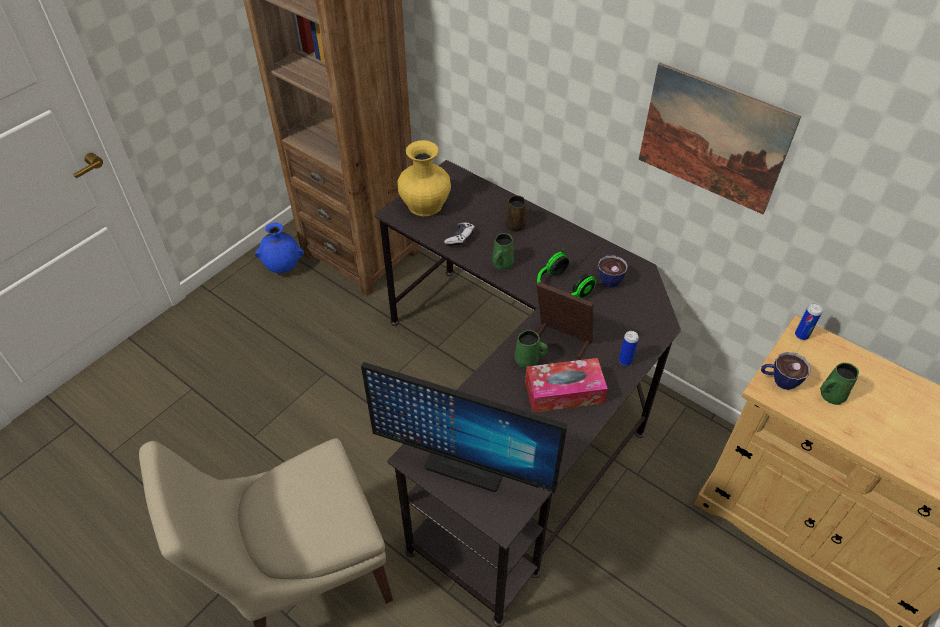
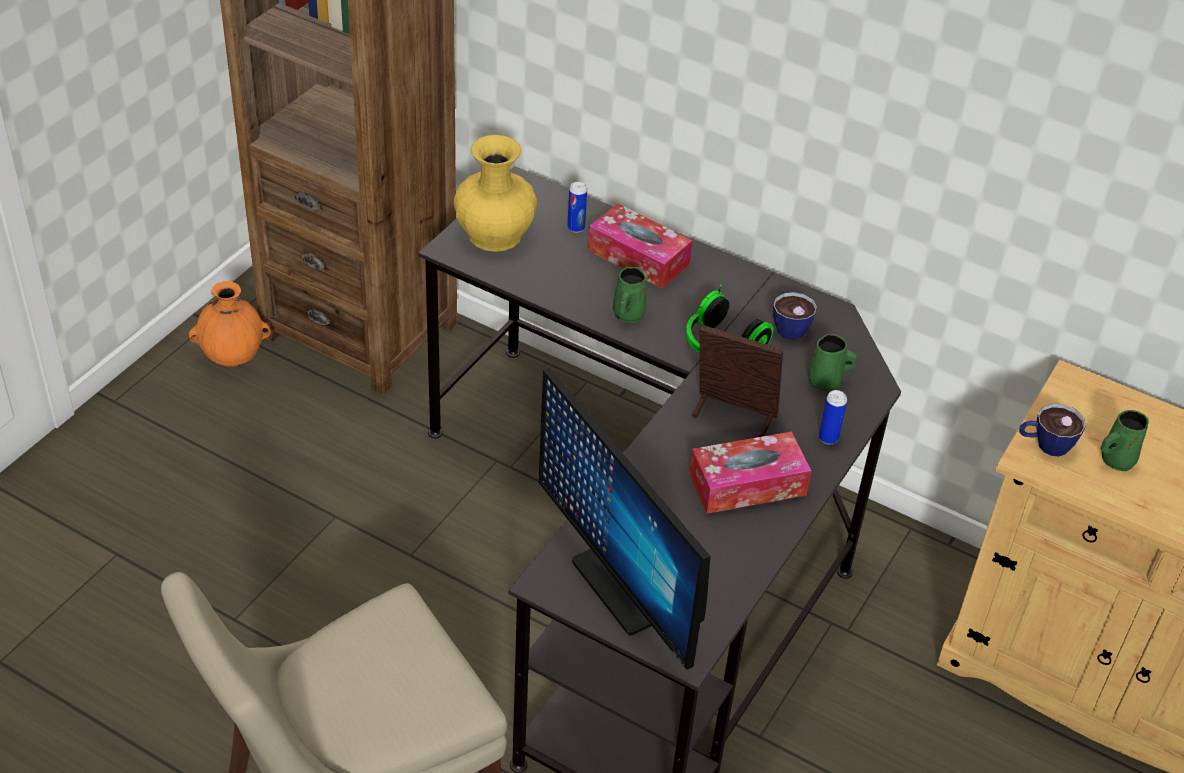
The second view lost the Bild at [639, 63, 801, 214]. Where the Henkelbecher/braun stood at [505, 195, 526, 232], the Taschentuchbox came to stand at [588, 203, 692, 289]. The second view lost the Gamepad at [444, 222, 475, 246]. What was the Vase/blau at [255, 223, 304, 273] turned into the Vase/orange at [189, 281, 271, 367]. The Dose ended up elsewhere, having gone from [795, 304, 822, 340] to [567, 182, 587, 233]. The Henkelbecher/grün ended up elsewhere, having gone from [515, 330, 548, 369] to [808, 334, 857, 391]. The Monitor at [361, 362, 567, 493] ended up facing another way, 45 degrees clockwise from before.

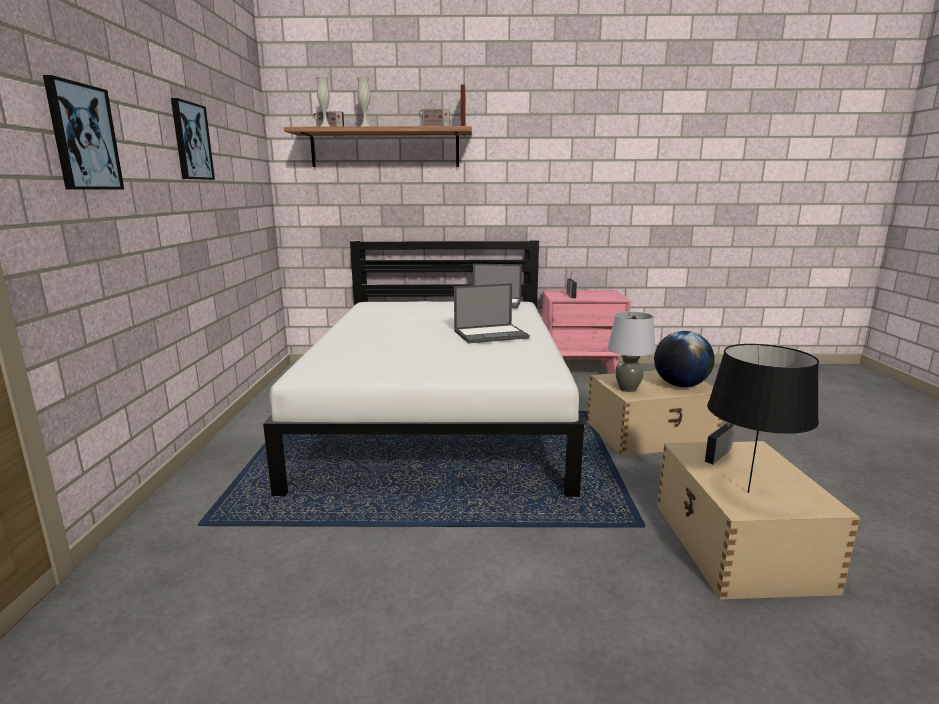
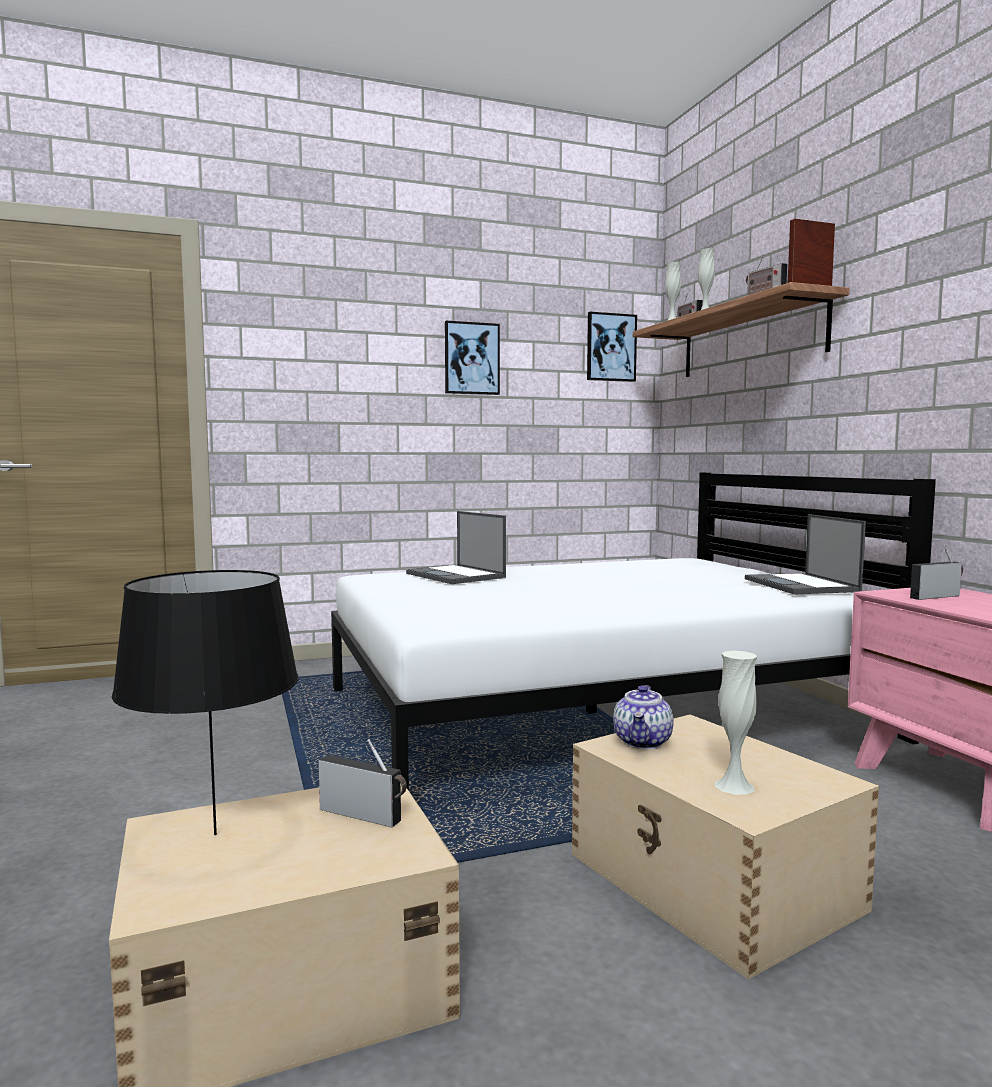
The Bild ended up elsewhere, having gone from [43, 75, 124, 190] to [587, 312, 637, 382]. The Laptop ended up elsewhere, having gone from [454, 283, 530, 343] to [406, 511, 506, 584]. Where the Tischlampe/grau stood at [608, 311, 656, 392], the Teekanne came to stand at [613, 685, 674, 749]. Where the Globus stood at [654, 331, 714, 387], the Vase/weiß came to stand at [715, 651, 757, 795].

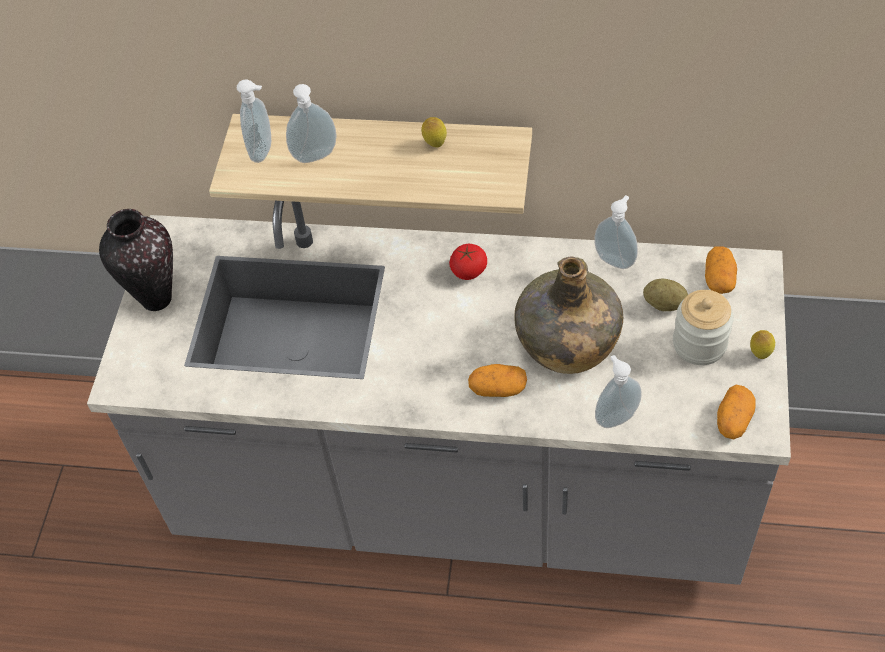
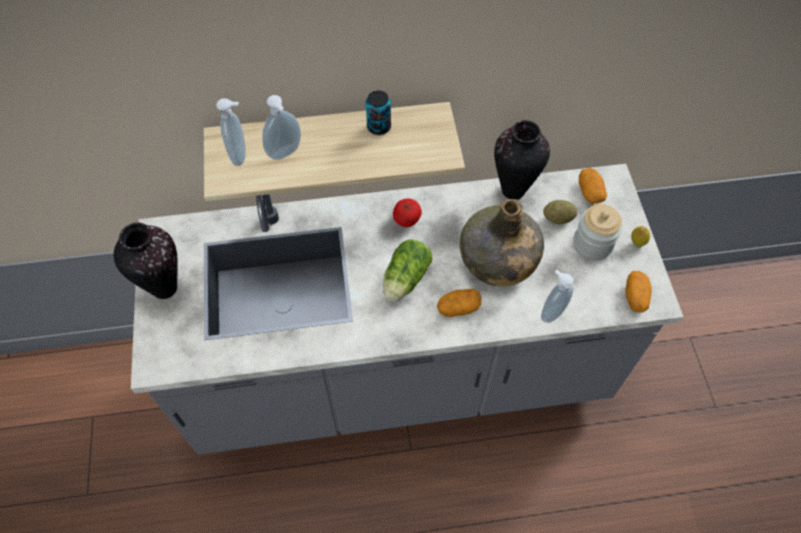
Where the Zitrone stood at [421, 117, 447, 148], the Dose came to stand at [366, 91, 391, 135]. Where the Seifenspender stood at [594, 195, 638, 269], the Vase came to stand at [494, 120, 550, 199]. The second view gained the Salatkopf at [383, 239, 432, 302].

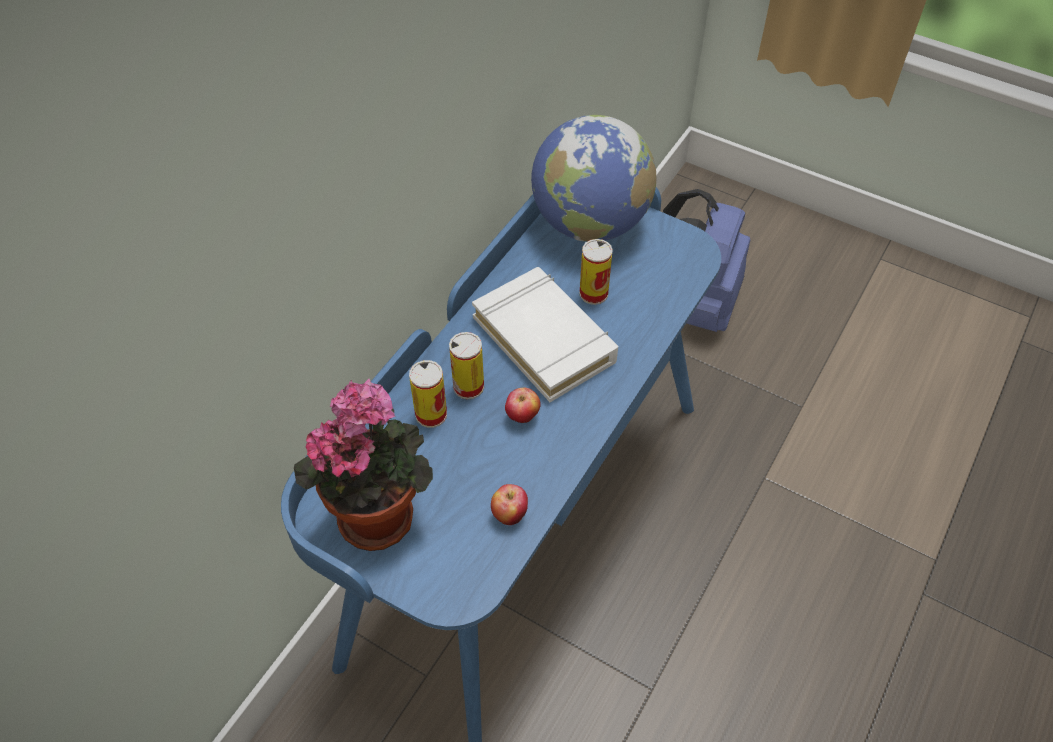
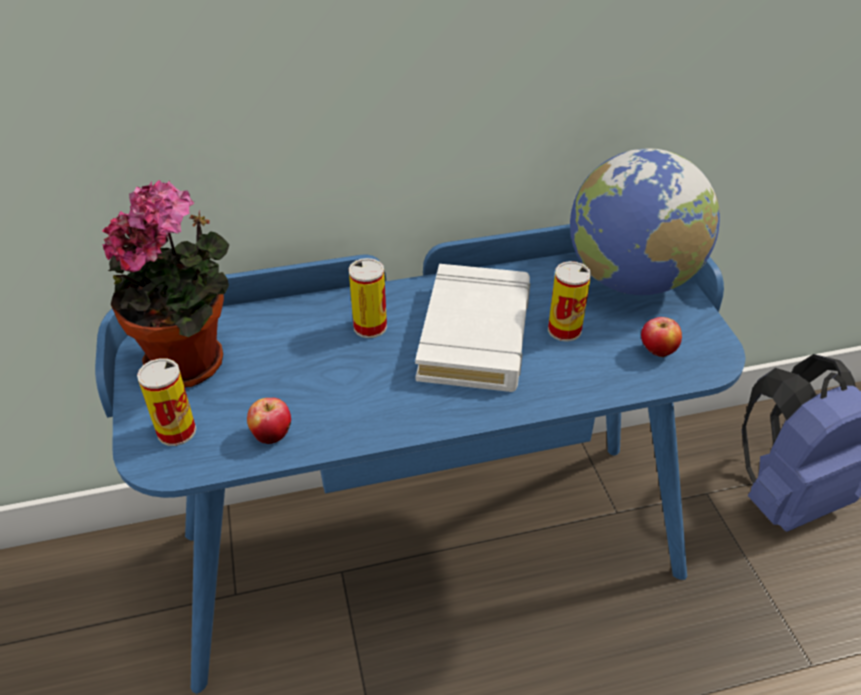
The Dose ended up elsewhere, having gone from [409, 360, 447, 428] to [137, 358, 196, 446]. The Apfel ended up elsewhere, having gone from [505, 388, 541, 423] to [641, 317, 682, 357].

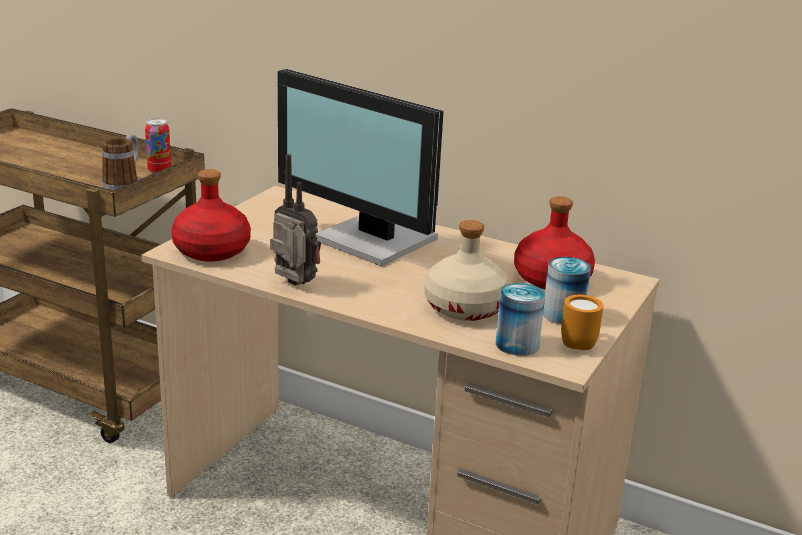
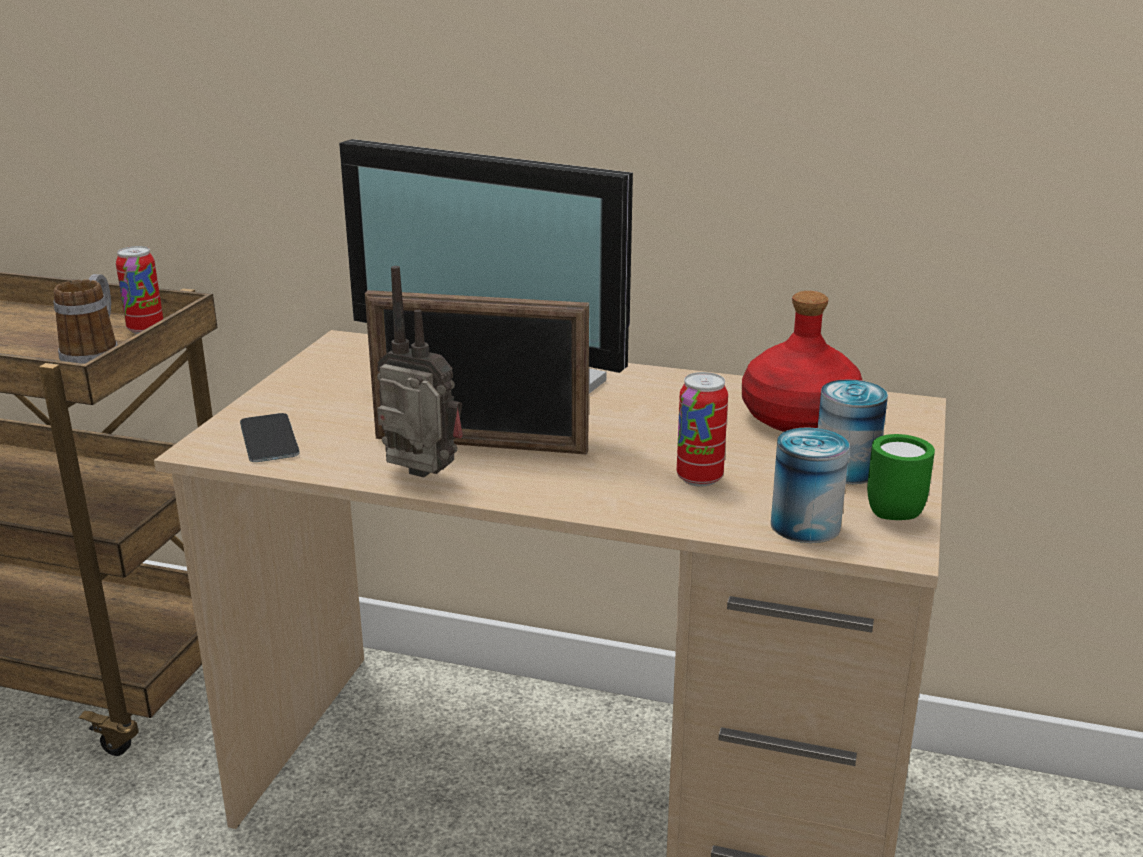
Where the Flasche/rot stood at [171, 169, 251, 262], the Handy came to stand at [240, 413, 300, 462]. Where the Flasche/beige stood at [424, 220, 509, 321], the Dose came to stand at [677, 372, 728, 487]. What was the Henkelbecher/orange at [561, 295, 603, 350] turned into the Henkelbecher/grün at [867, 434, 935, 520]. The second view gained the Bilderrahmen at [365, 290, 589, 455].

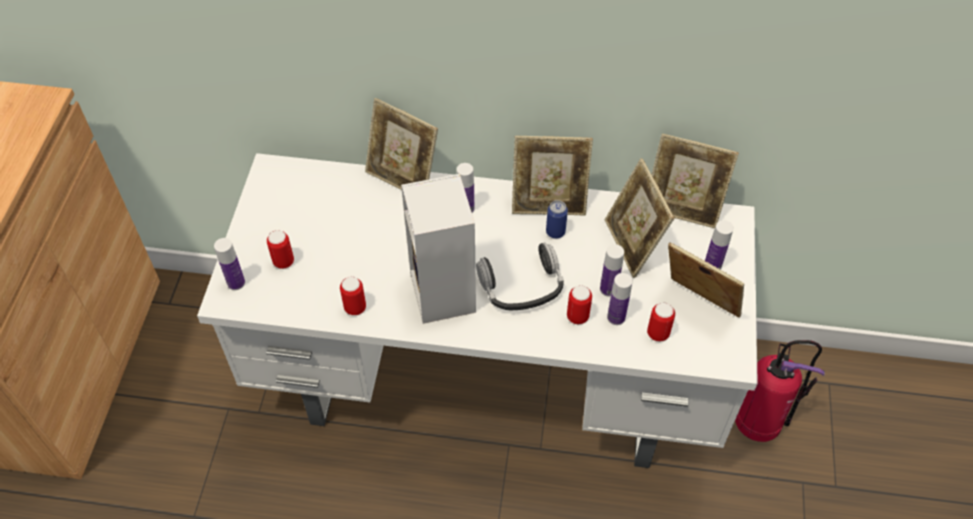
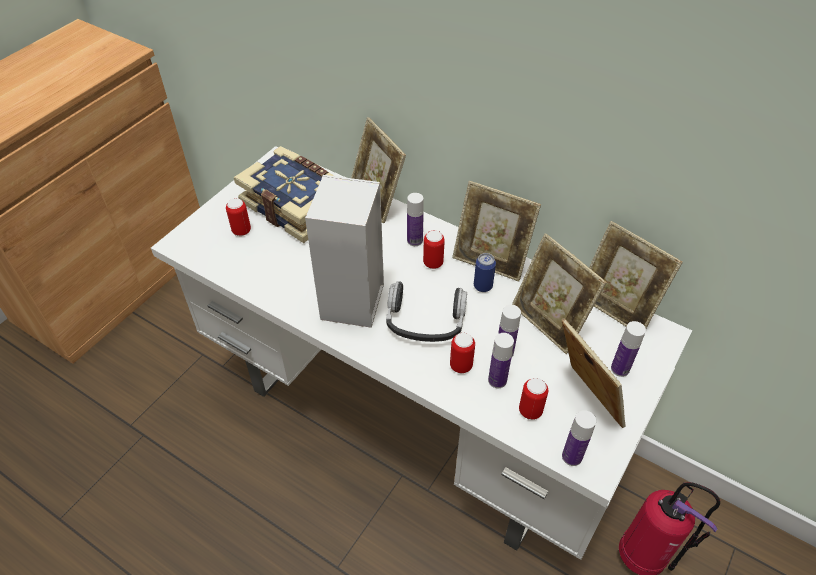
The Bilderrahmen at [605, 158, 674, 278] ended up facing another way, 45 degrees counterclockwise from before. The Flasche ended up elsewhere, having gone from [214, 238, 245, 290] to [562, 410, 596, 466]. The Dose ended up elsewhere, having gone from [340, 277, 366, 315] to [423, 230, 445, 269]. The second view gained the Buch at [234, 146, 334, 243].

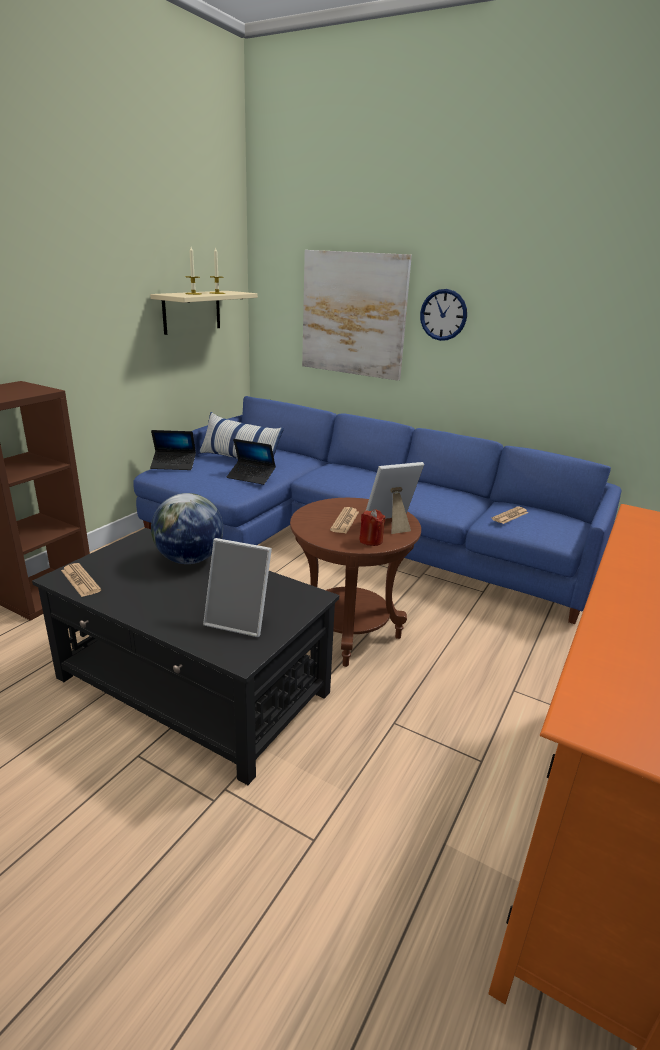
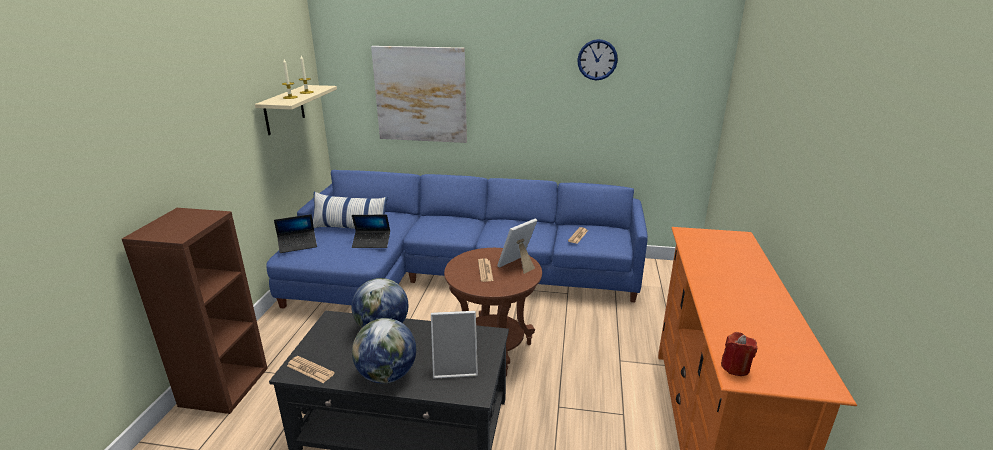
The Wanduhr ended up elsewhere, having gone from [420, 289, 467, 341] to [577, 39, 618, 80]. The Kerze/rot ended up elsewhere, having gone from [359, 509, 386, 546] to [721, 332, 757, 376]. The second view gained the Globus at [352, 318, 416, 383].

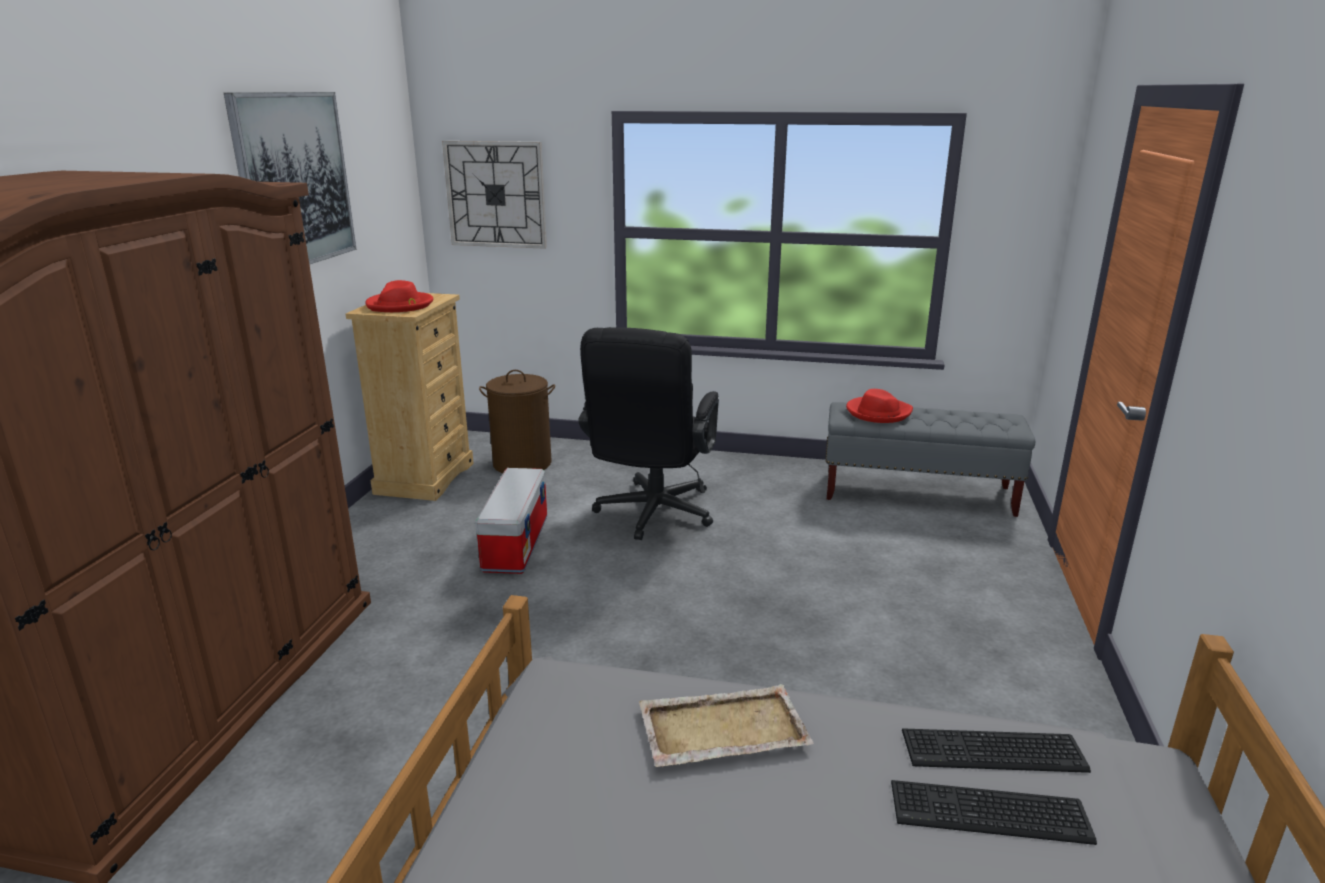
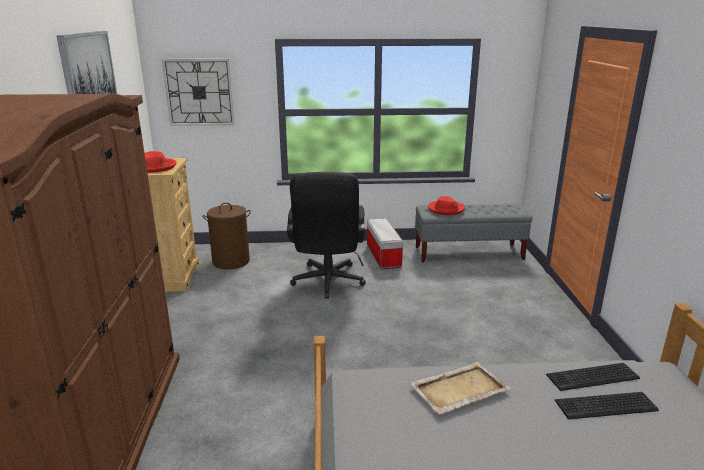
The Aufbewahrungsbox ended up elsewhere, having gone from [475, 468, 547, 574] to [367, 218, 403, 269].

